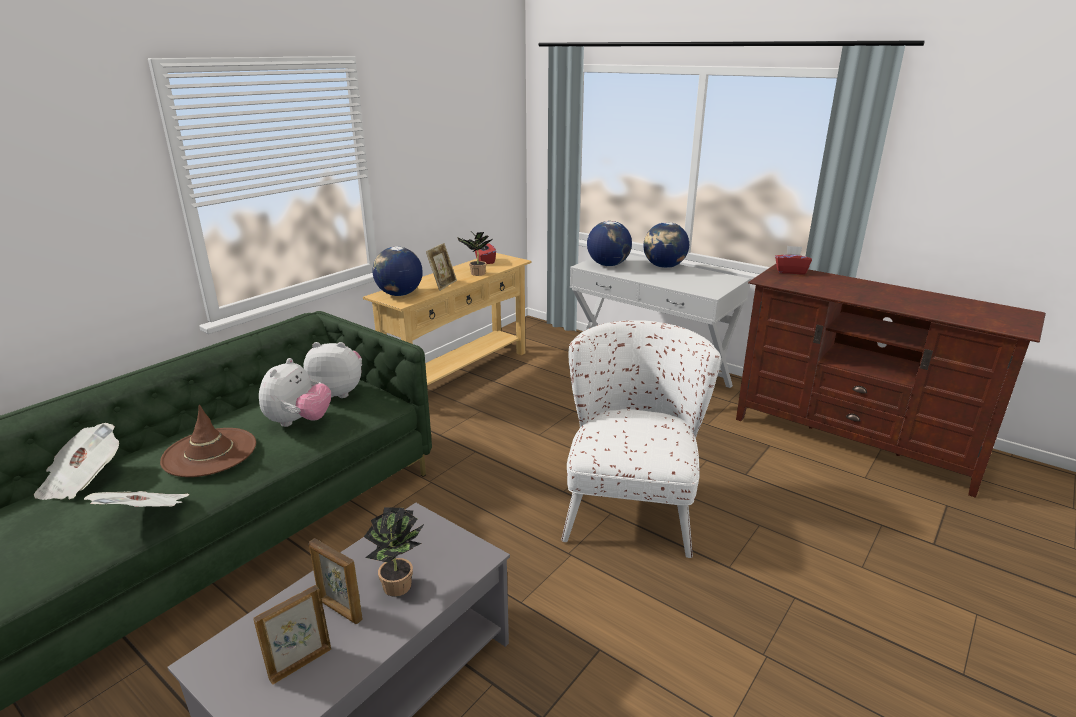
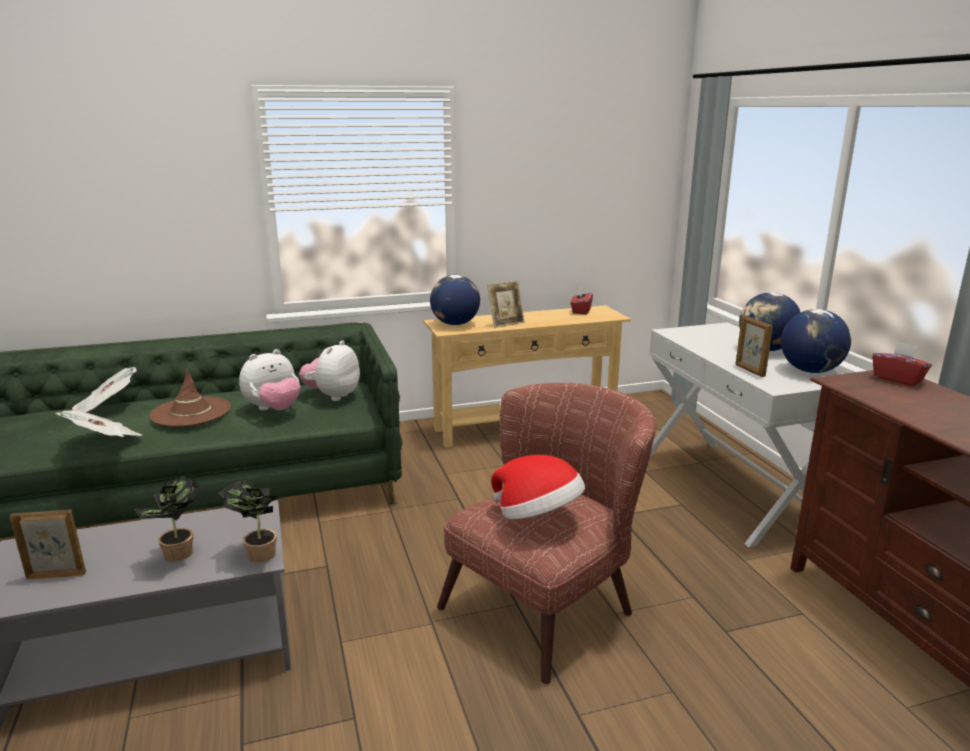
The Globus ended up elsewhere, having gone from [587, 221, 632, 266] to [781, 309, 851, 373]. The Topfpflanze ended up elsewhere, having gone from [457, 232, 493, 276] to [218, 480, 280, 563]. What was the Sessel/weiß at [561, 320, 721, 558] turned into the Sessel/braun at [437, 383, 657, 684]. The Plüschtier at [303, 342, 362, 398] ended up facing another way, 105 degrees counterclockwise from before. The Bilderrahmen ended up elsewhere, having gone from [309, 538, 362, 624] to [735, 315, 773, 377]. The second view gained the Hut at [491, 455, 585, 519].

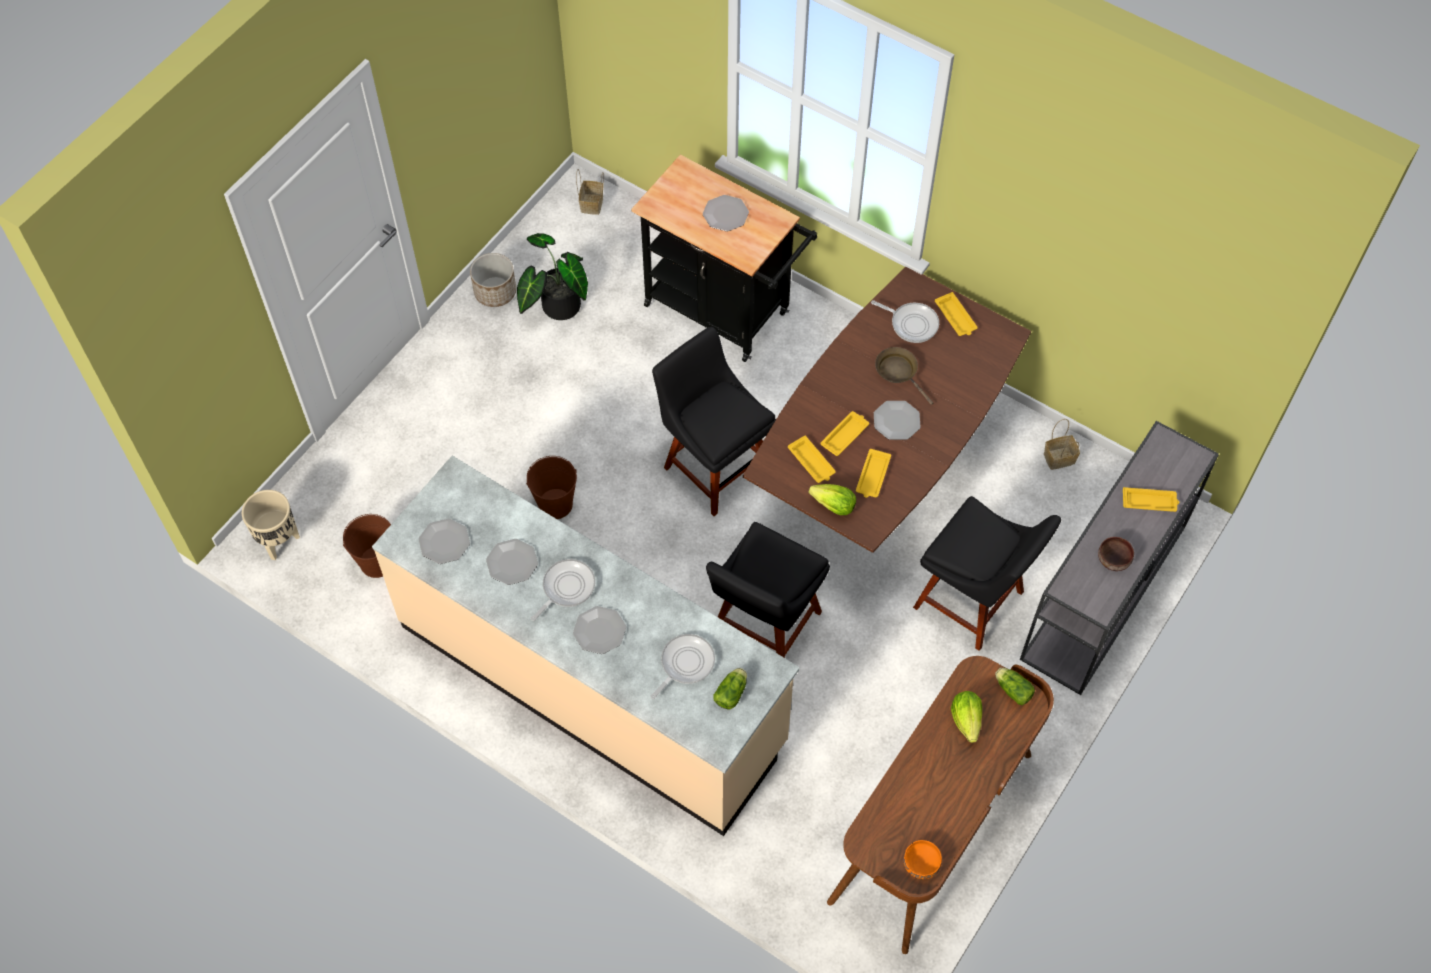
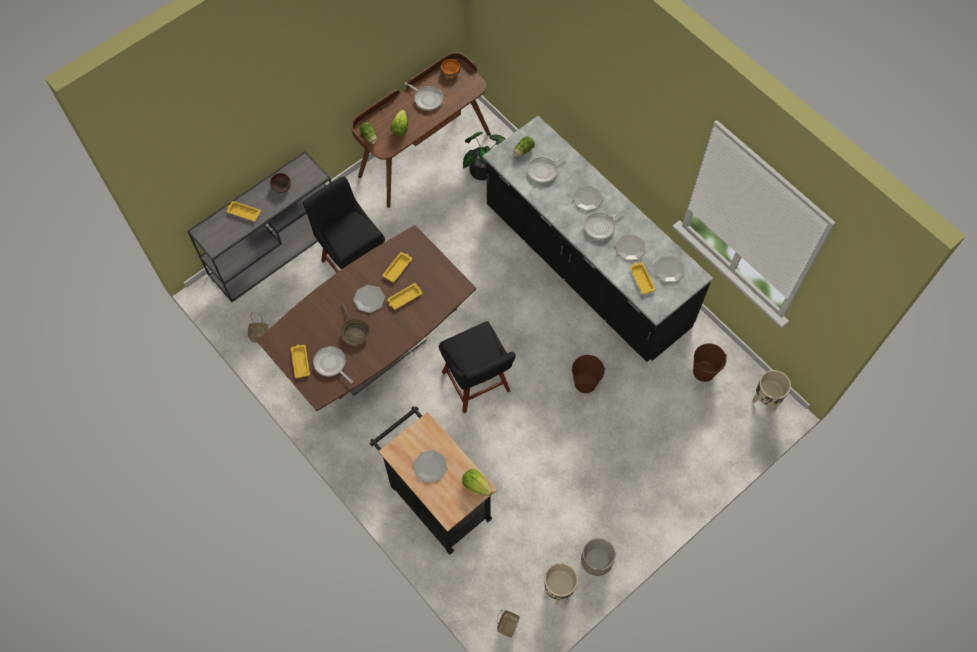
The Topfpflanze ended up elsewhere, having gone from [517, 233, 588, 320] to [463, 132, 506, 180]. The Tablett/gelb ended up elsewhere, having gone from [788, 436, 836, 483] to [630, 262, 656, 294]. What was the Küchenzeile/beige at [372, 456, 800, 836] turned into the Küchenzeile/schwarz at [483, 116, 713, 362]. The Salatkopf ended up elsewhere, having gone from [808, 484, 856, 515] to [462, 469, 492, 496]. The second view lost the Stuhl/schwarz at [706, 522, 830, 658]. The second view gained the Pfanne at [405, 82, 443, 111]. The second view gained the Pflanzkübel/beige at [544, 563, 578, 604].

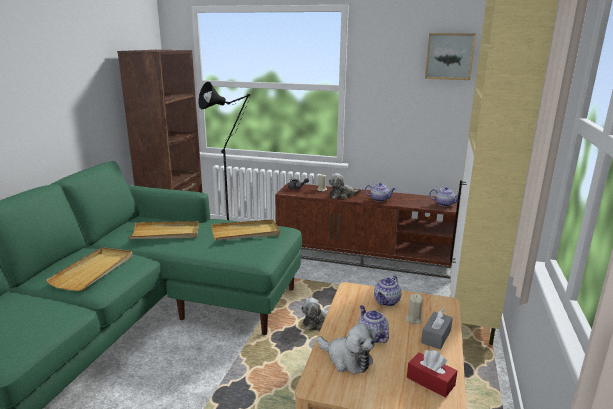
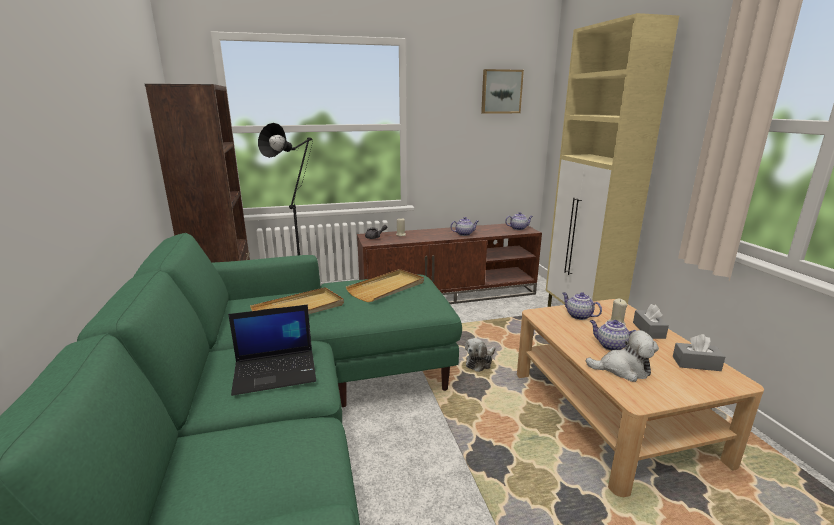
The second view lost the Plüschtier at [328, 173, 361, 199]. Where the Tablett/beige stood at [46, 247, 133, 291], the Laptop came to stand at [228, 305, 316, 396]. The Teekanne at [374, 276, 401, 306] ended up facing another way, 135 degrees clockwise from before. What was the Taschentuchbox/rot at [407, 350, 457, 398] turned into the Taschentuchbox/grau at [673, 334, 725, 371].

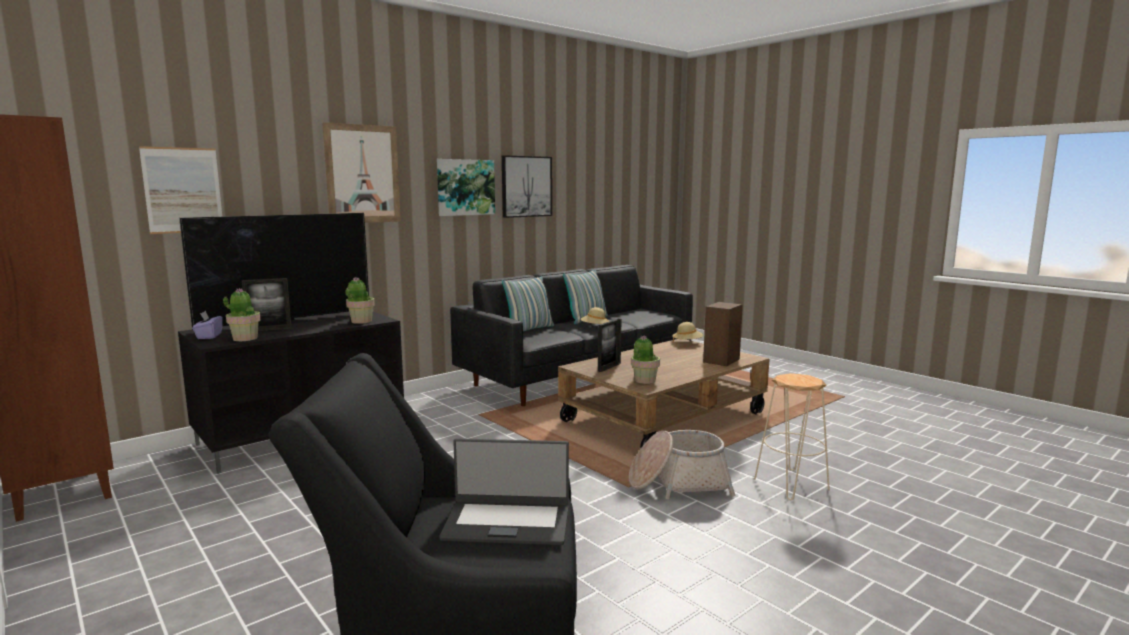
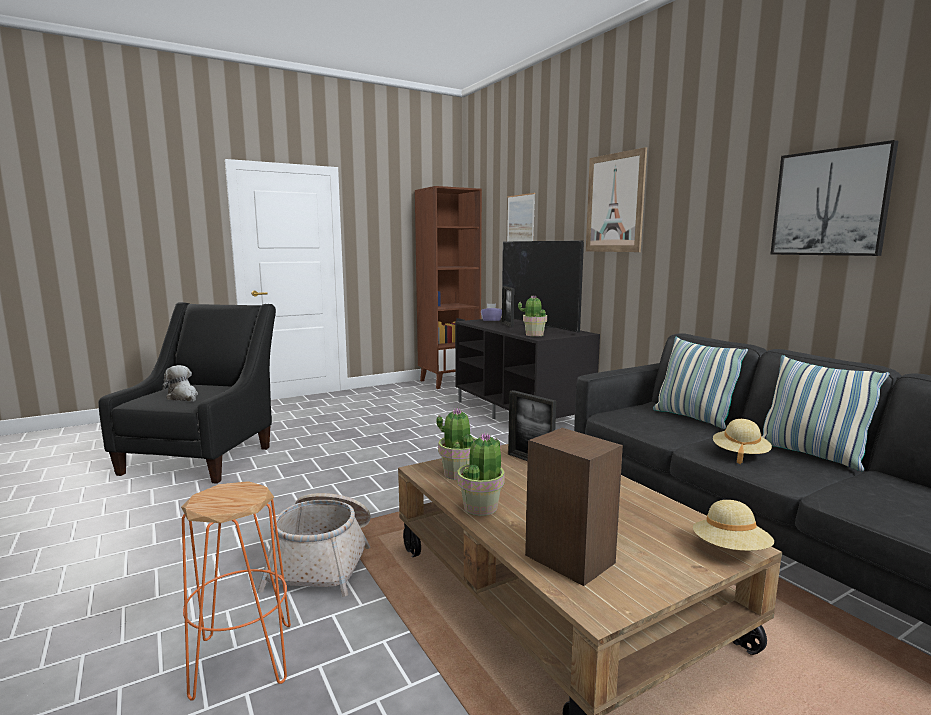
The second view lost the Bild at [437, 159, 495, 216]. The Topfpflanze ended up elsewhere, having gone from [223, 288, 261, 341] to [457, 432, 505, 516]. What was the Hocker/beige at [754, 373, 830, 500] turned into the Hocker/orange at [181, 481, 291, 701]. Where the Laptop stood at [439, 438, 569, 545], the Plüschtier came to stand at [162, 365, 198, 402].

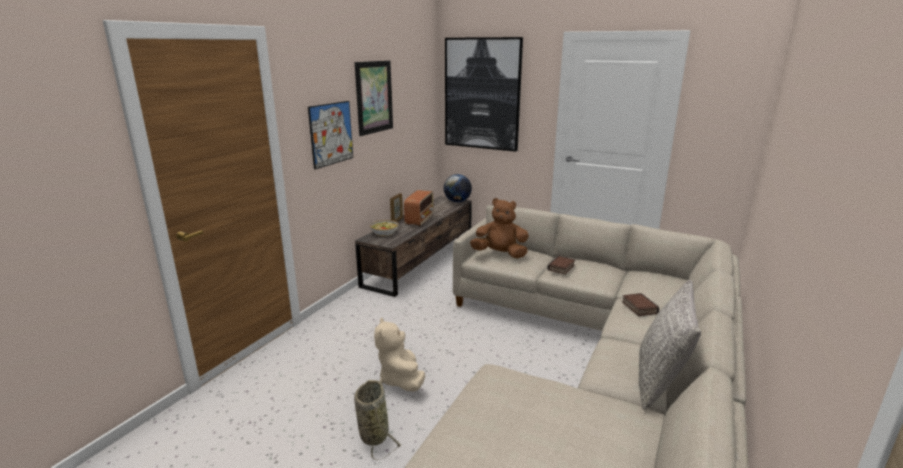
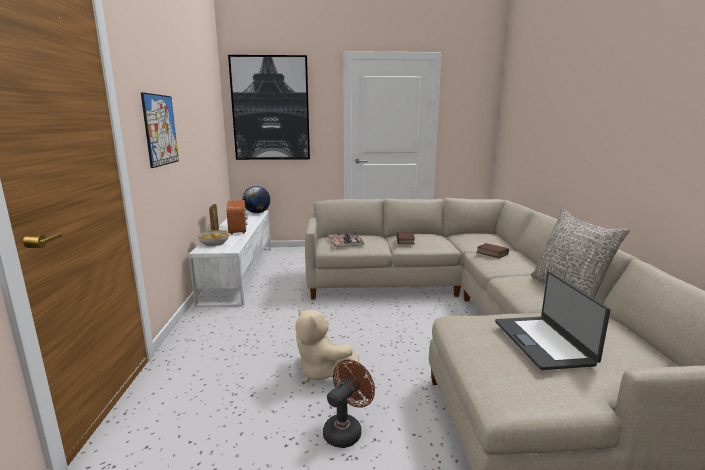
The second view lost the Bild at [355, 61, 393, 136]. What was the Fernsehschrank/braun at [355, 196, 472, 297] turned into the Fernsehschrank/weiß at [189, 211, 271, 307]. Where the Plüschtier/braun stood at [470, 198, 529, 259], the Buch came to stand at [328, 233, 365, 247]. Where the Korb stood at [354, 380, 402, 461], the Ventilator/braun came to stand at [323, 359, 375, 448]. The second view gained the Laptop at [495, 271, 610, 370].

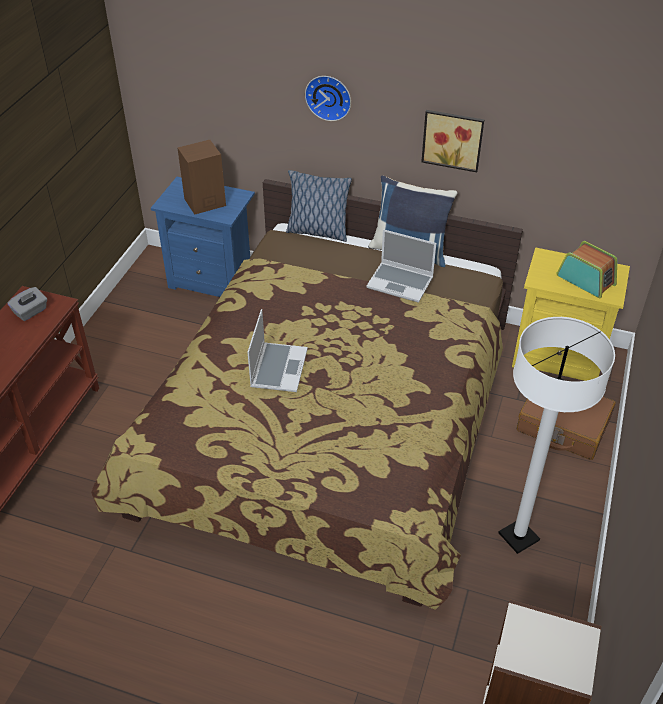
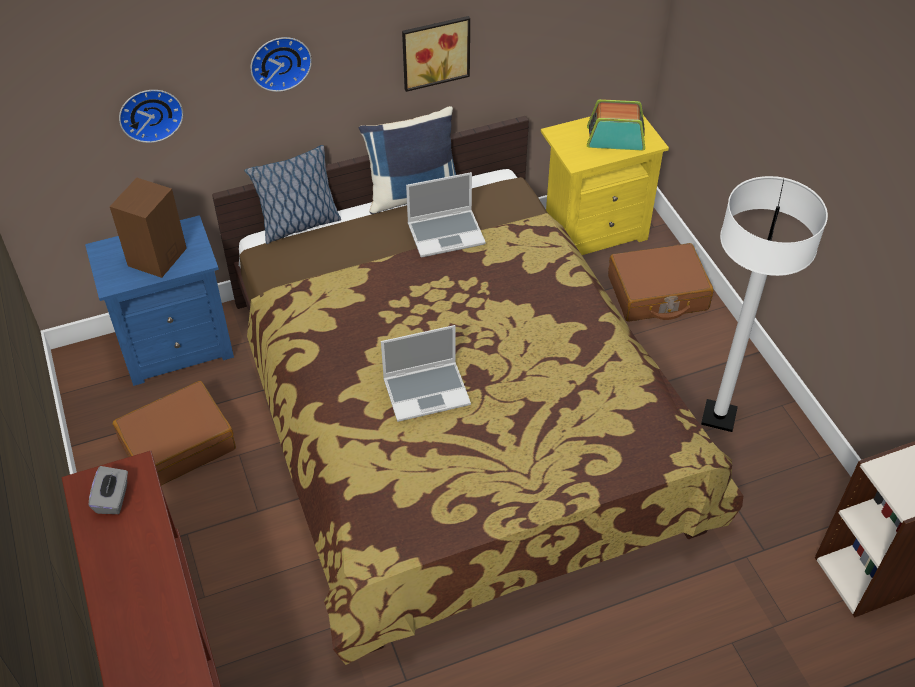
The Laptop at [247, 309, 308, 392] ended up facing another way, 105 degrees clockwise from before. The second view gained the Wanduhr at [119, 90, 183, 143]. The second view gained the Koffer/braun at [113, 381, 236, 485].

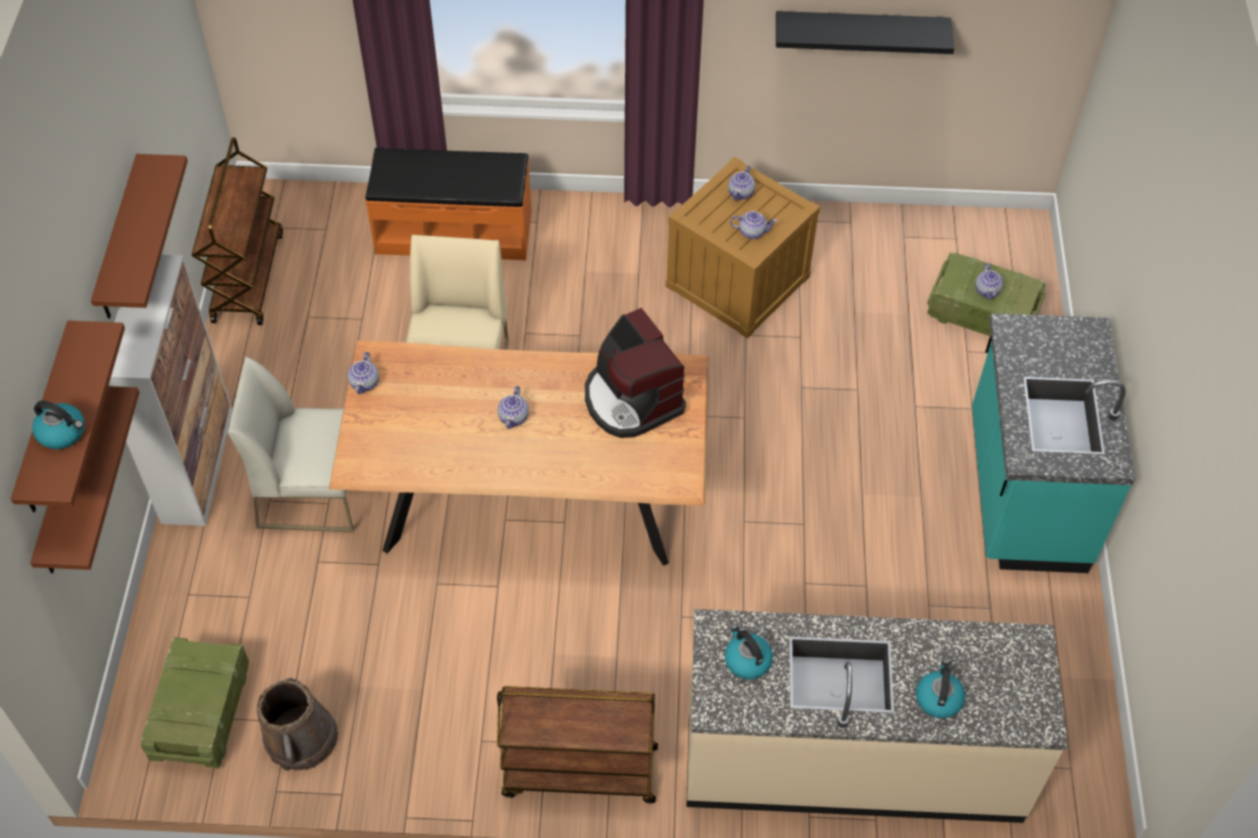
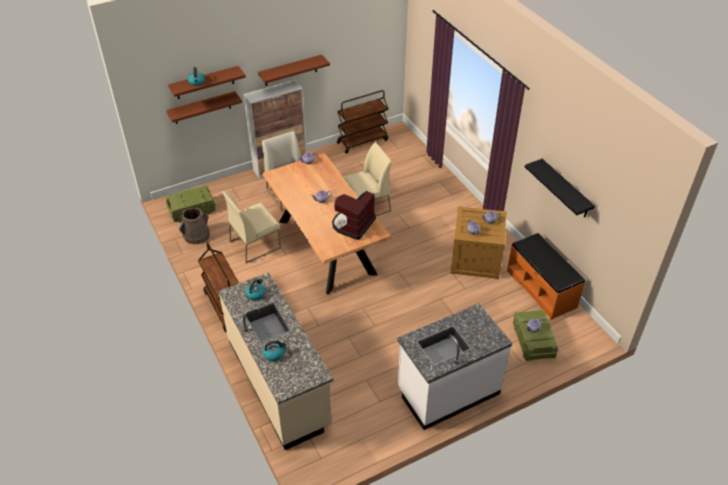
The Bank/orange ended up elsewhere, having gone from [365, 147, 531, 261] to [507, 233, 585, 320]. What was the Küchenzeile/türkis at [972, 313, 1135, 573] turned into the Küchenzeile/weiß at [397, 303, 512, 430]. The second view gained the Stuhl/beige at [222, 191, 281, 263].

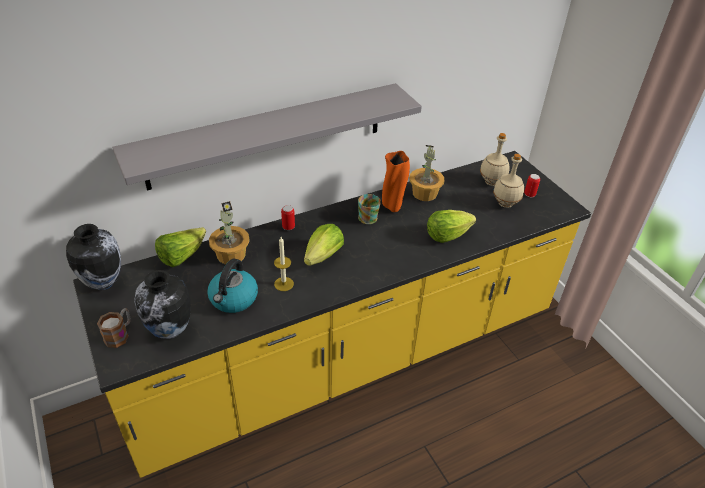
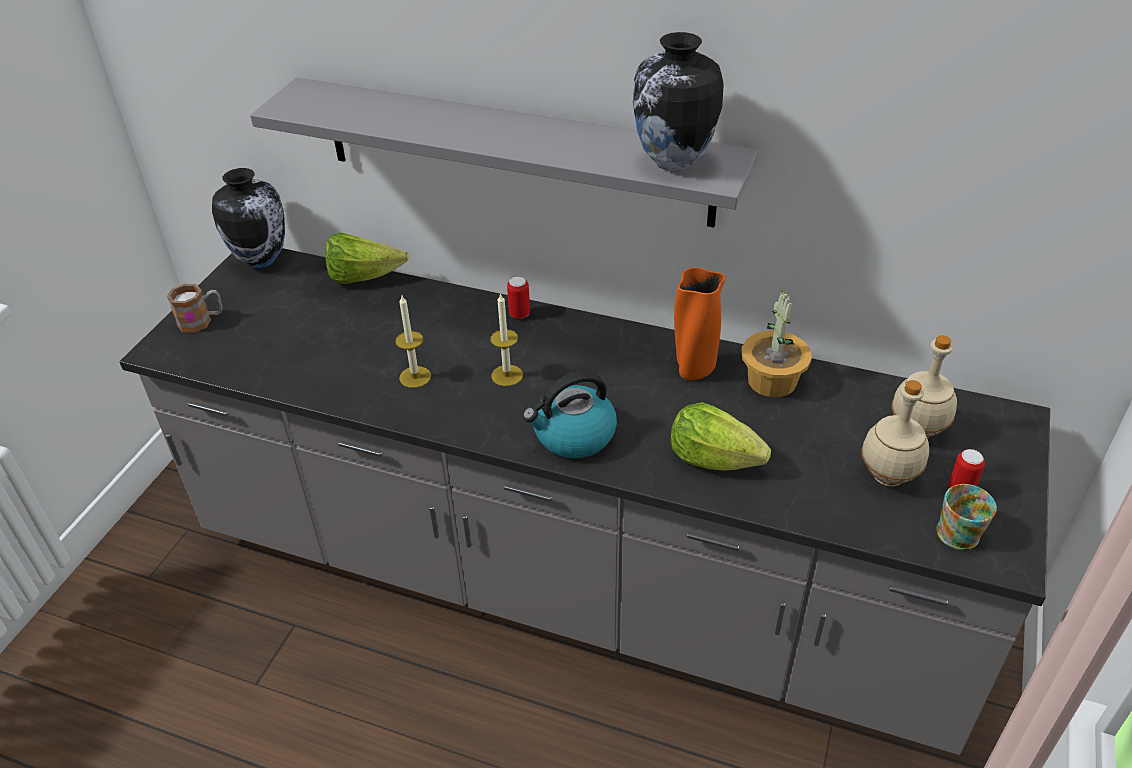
What was the Küchenzeile/gelb at [73, 151, 591, 478] turned into the Küchenzeile/grau at [119, 248, 1050, 755]. The Henkelbecher ended up elsewhere, having gone from [358, 194, 381, 224] to [937, 484, 997, 550]. The second view lost the Topfpflanze at [209, 201, 250, 264]. Where the Salatkopf stood at [304, 224, 344, 266], the Kerze came to stand at [490, 293, 523, 386]. The Wasserkessel ended up elsewhere, having gone from [207, 258, 258, 313] to [523, 371, 617, 458]. The Vase ended up elsewhere, having gone from [134, 270, 191, 339] to [633, 32, 724, 172].

